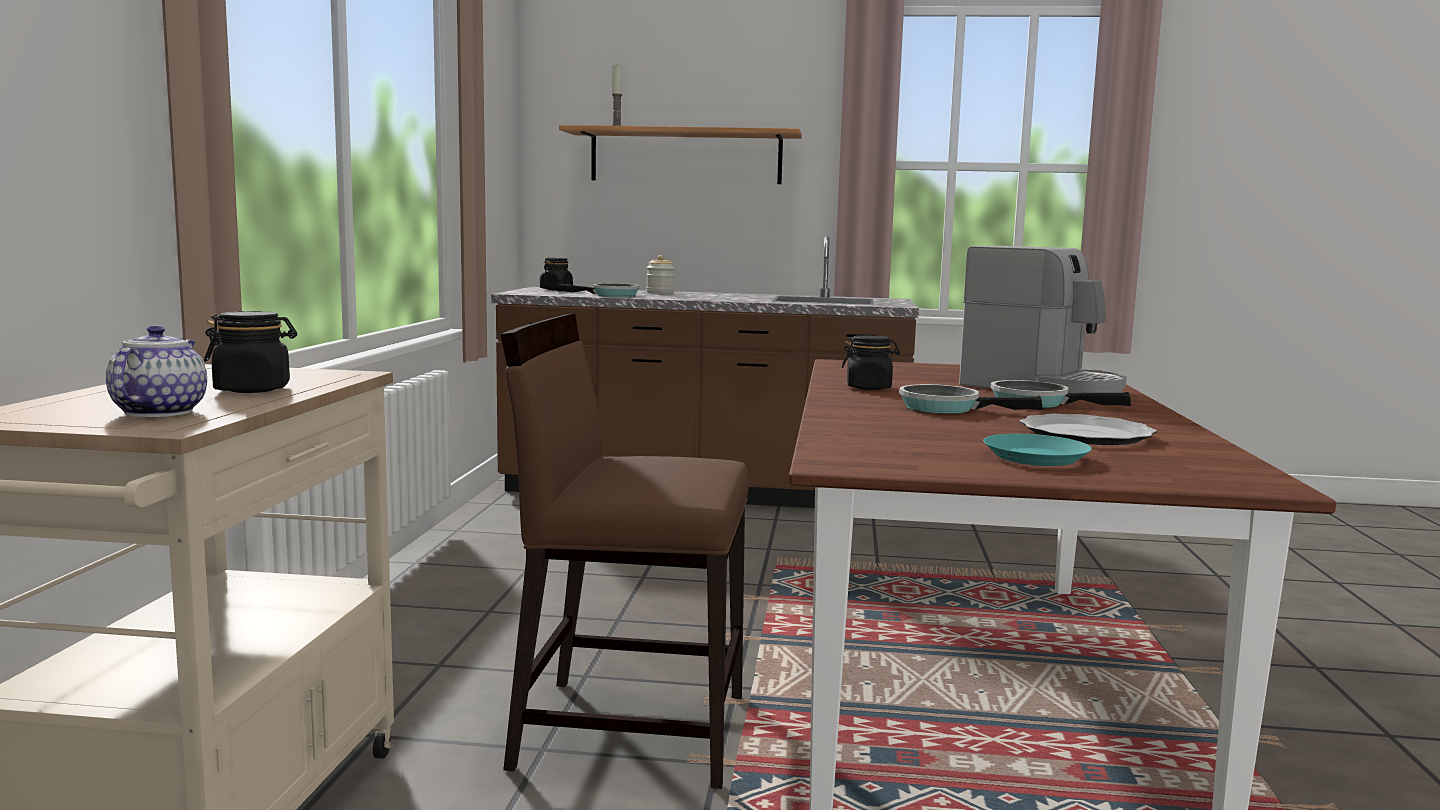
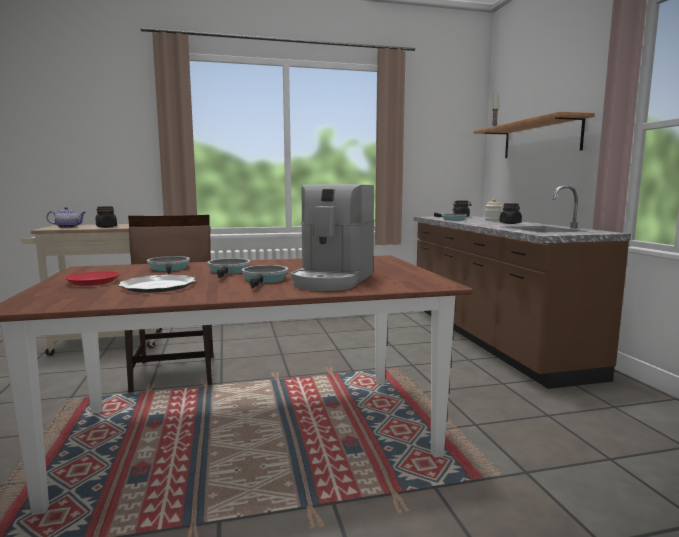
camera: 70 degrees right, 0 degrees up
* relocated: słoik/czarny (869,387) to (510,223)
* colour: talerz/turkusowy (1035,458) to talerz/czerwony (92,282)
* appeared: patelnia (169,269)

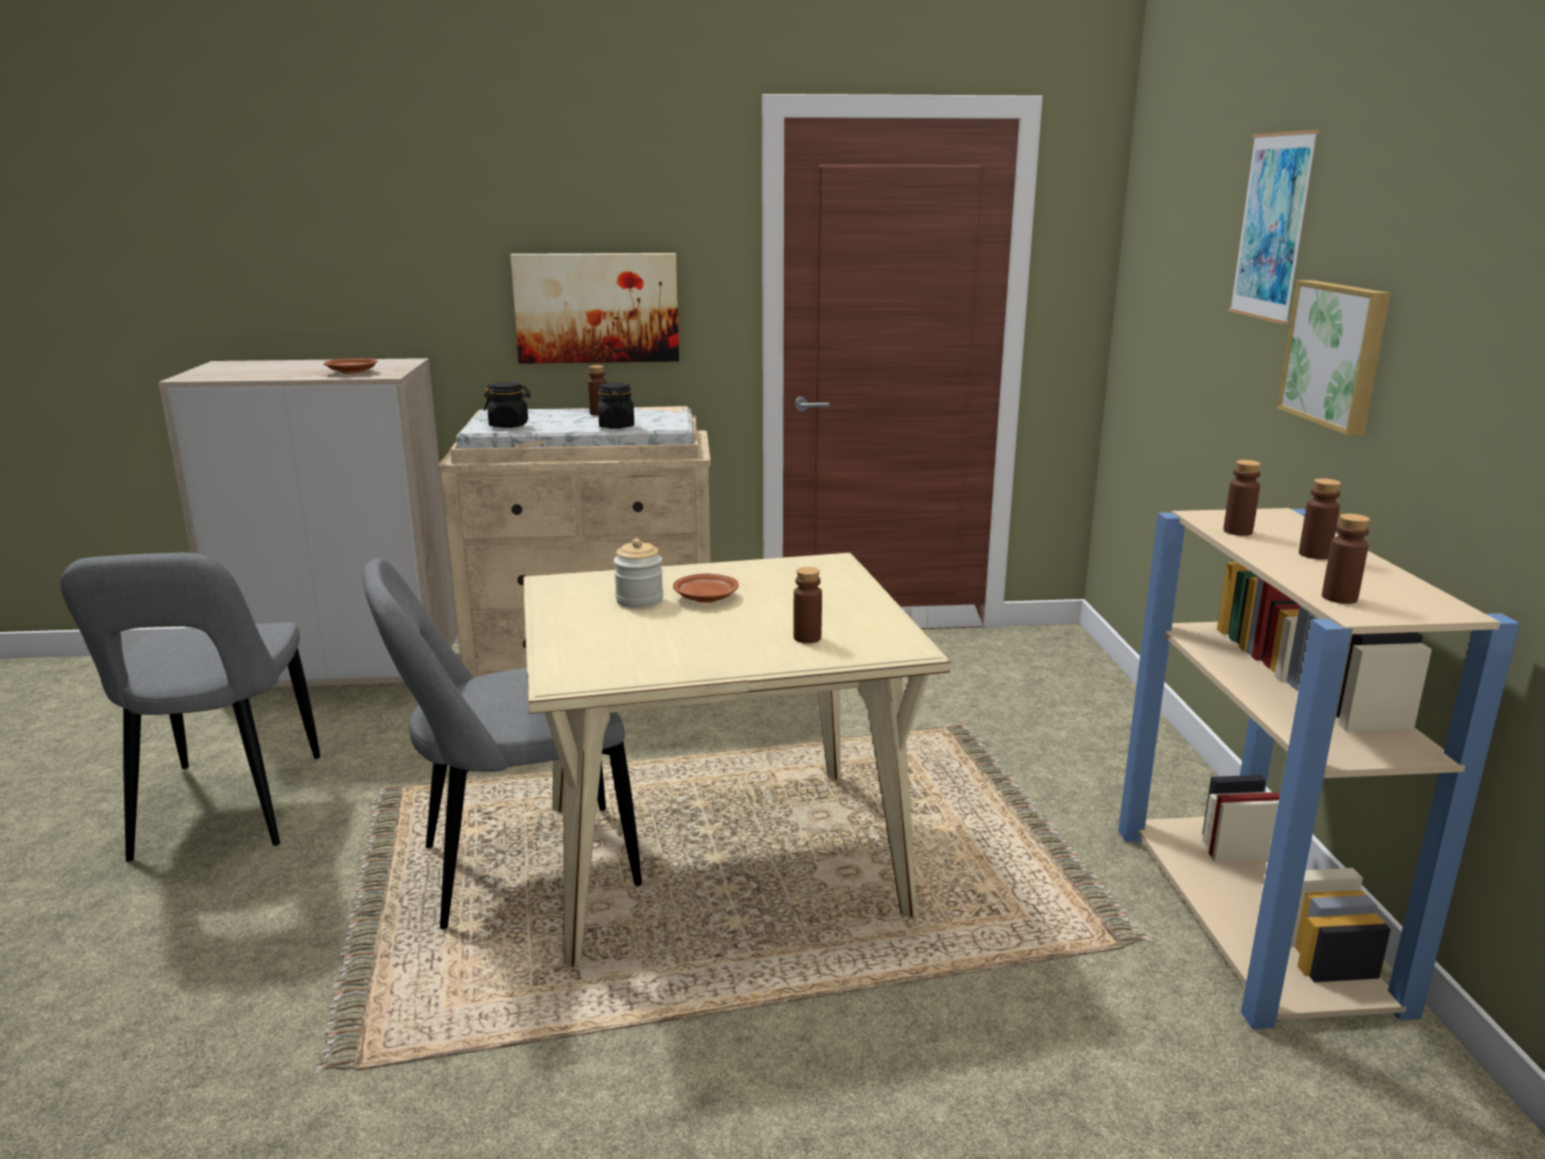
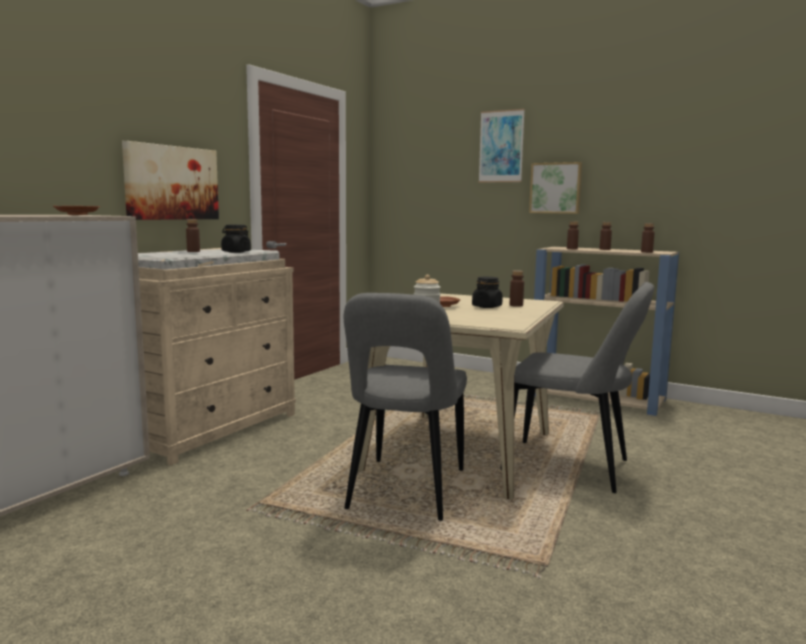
camera: 55 degrees left, 10 degrees down
* relocated: krzesło/szary (226,811) to (572,467)
* relocated: słoik/czarny (509,425) to (487,306)

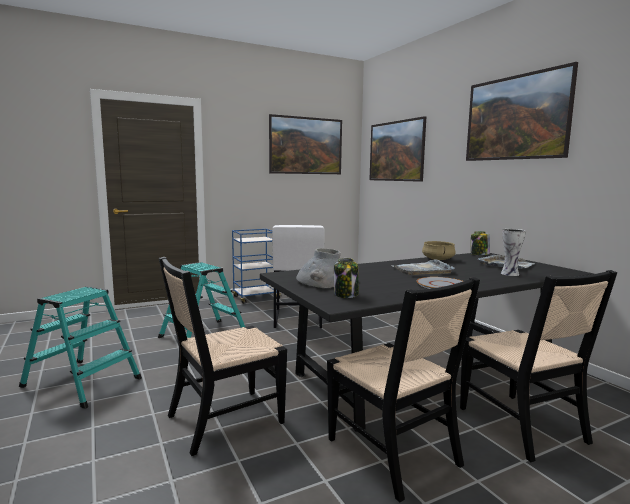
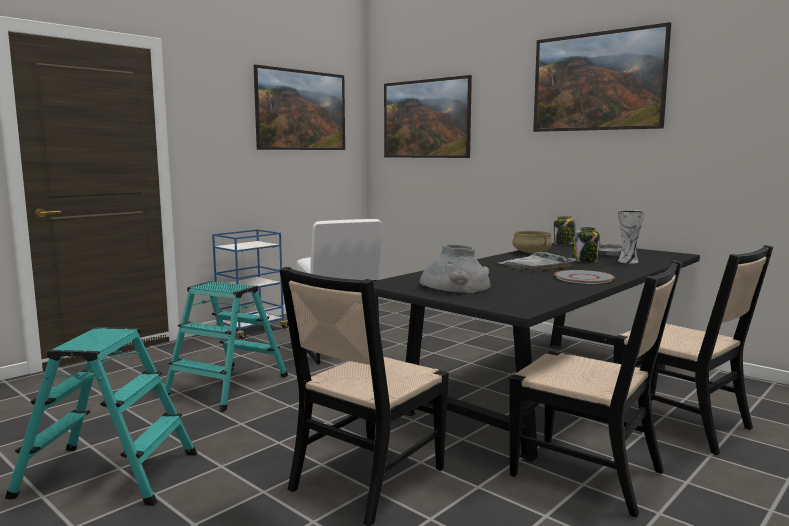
camera: 20 degrees left, 0 degrees up
* relocated: słoik (346,294) to (586,260)

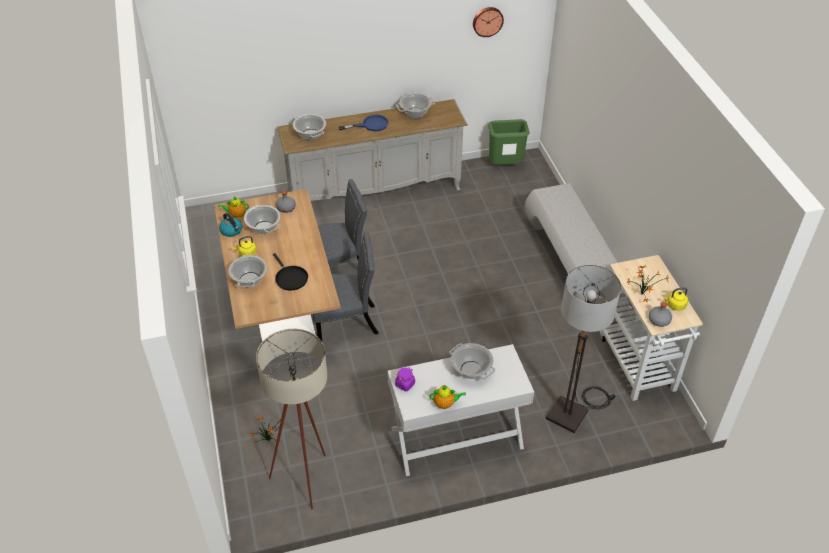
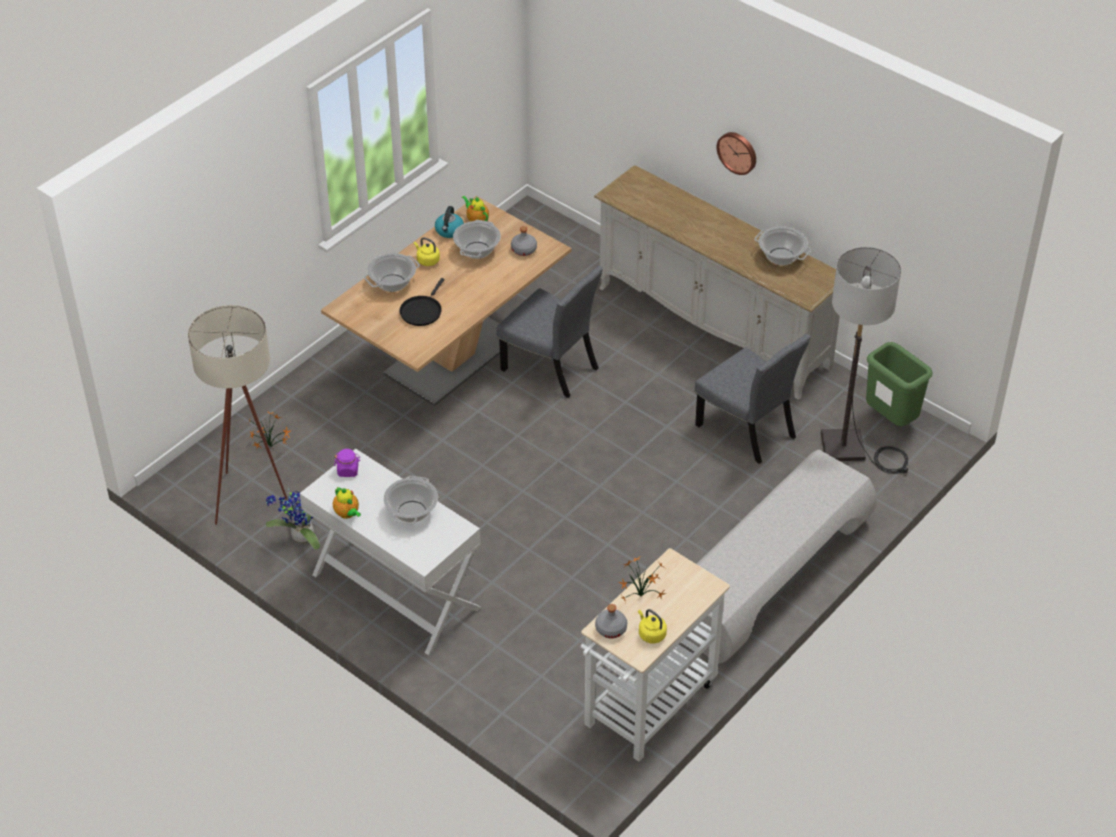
camera: 55 degrees right, 0 degrees up
* missing: garnek (310,134)
* relocated: krzesło/szary (345,323) to (746,428)
* missing: patelnia/niebieski (370,125)
* relocated: zegar ścienny (487,21) to (738,152)
* relocated: lampa stojąca (575,410) to (857,451)
* appeared: roślina doniczkowa (300,538)

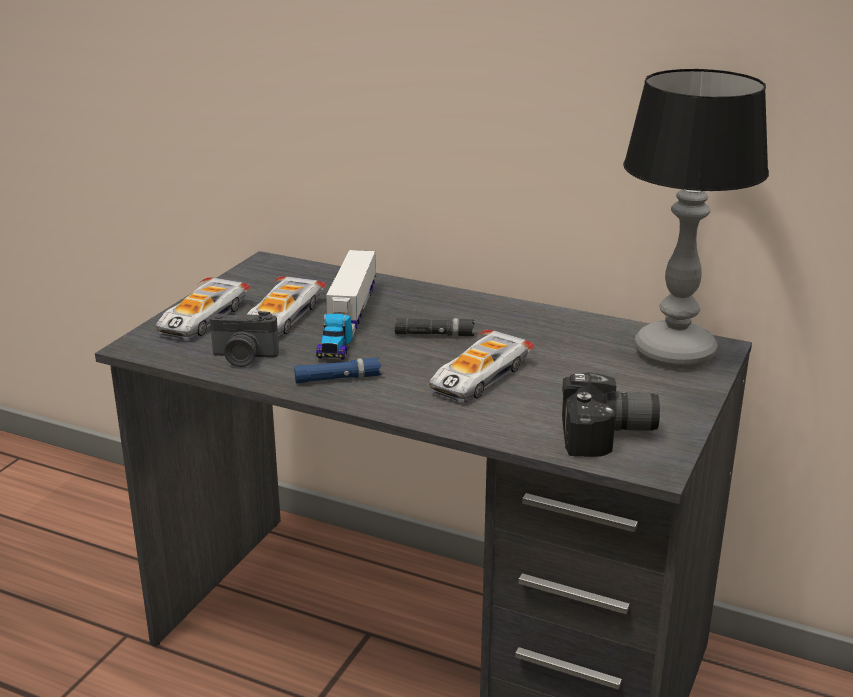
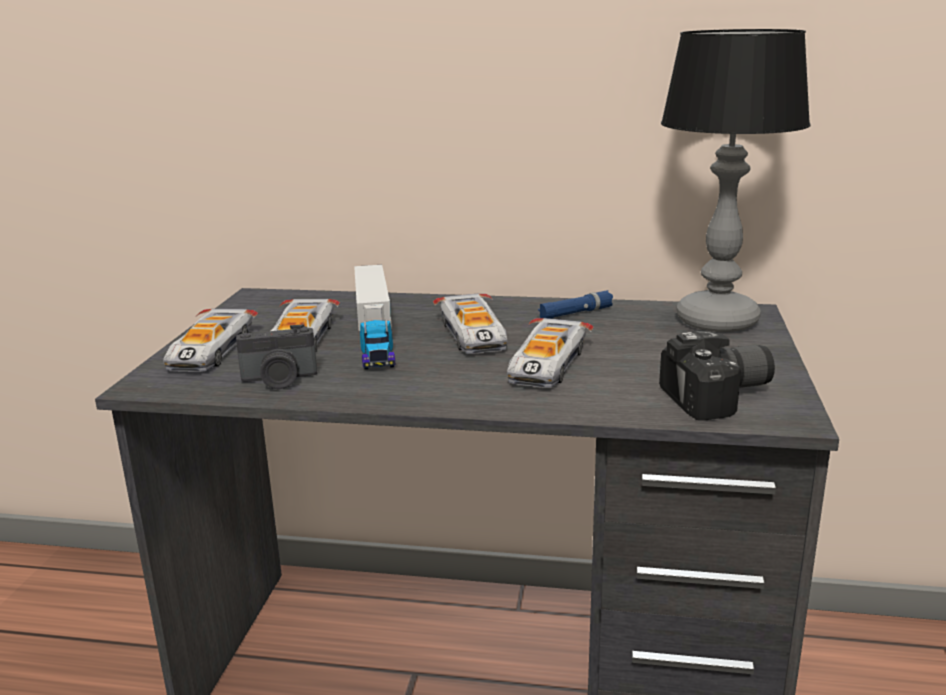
camera: 15 degrees left, 5 degrees down
* relocated: latarka/niebieski (338,378) to (575,313)
* exchanged: latarka/czarny (434,334) to samochodzik (473,334)

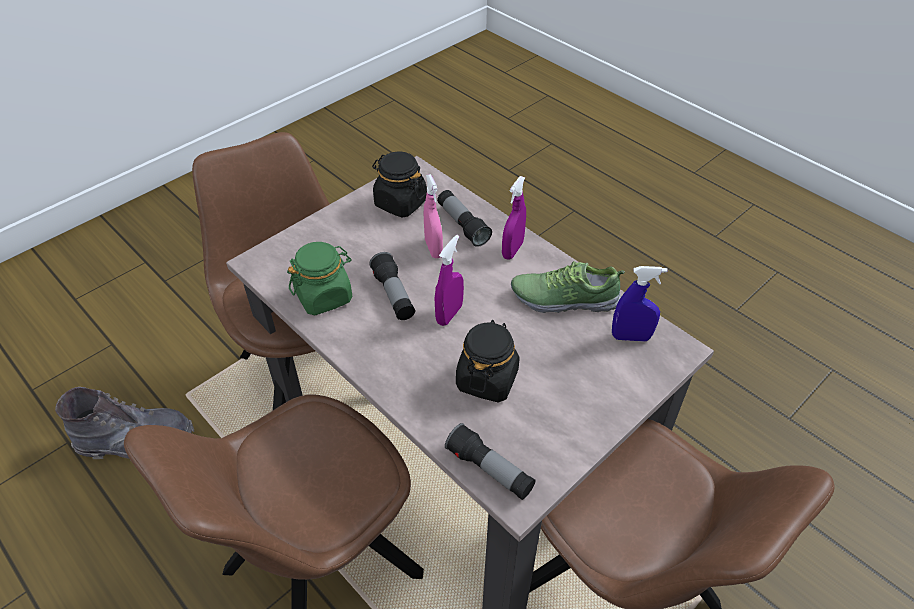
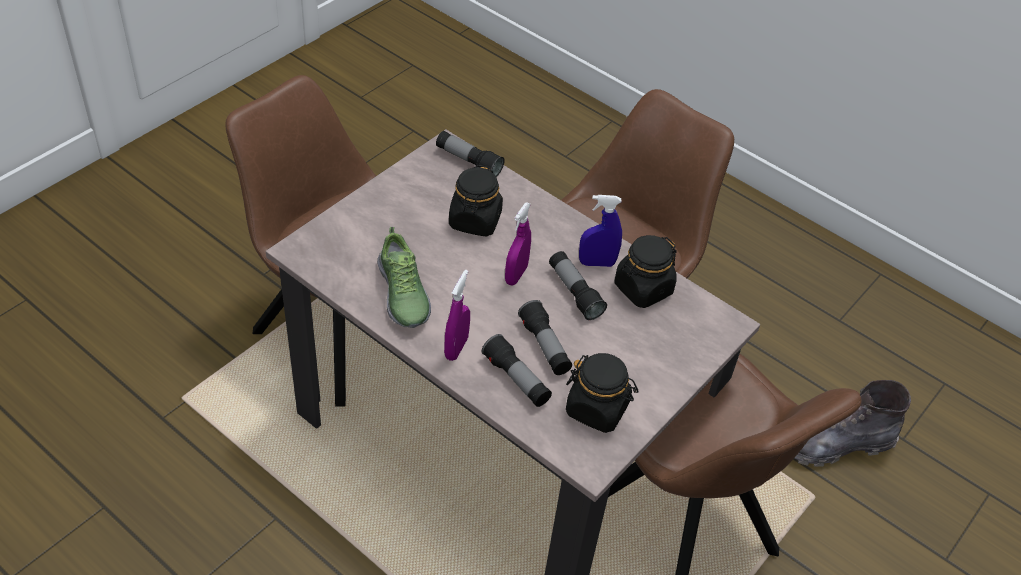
camera: 170 degrees right, 0 degrees up
* colour: słoik/zielony (324,296) to słoik/czarny (643,289)
* exchanged: spryskiwacz/różowy (433,249) to latarka (544,346)
* spun: but (564,298) = (402,295) 75 degrees clockwise
* relocated: spryskiwacz/niebieski (631,337) to (596,263)

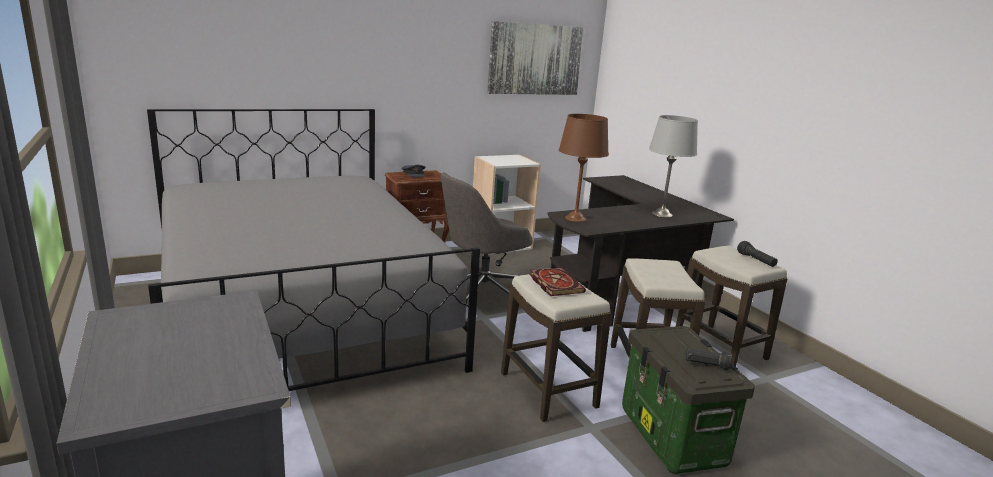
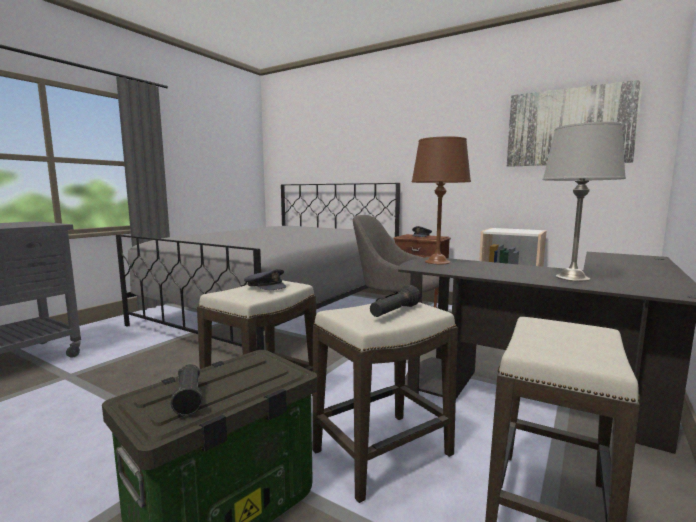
camera: 60 degrees right, 10 degrees down
* exchanged: książka (554,283) to czapka z daszkiem/szary (266,286)
* relocated: latarka/czarny (756,261) to (394,312)

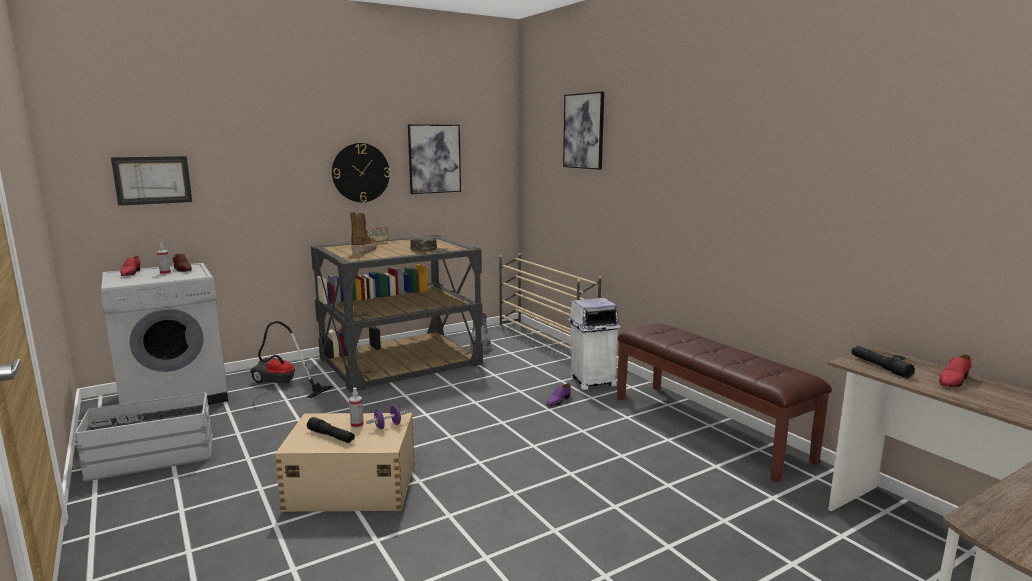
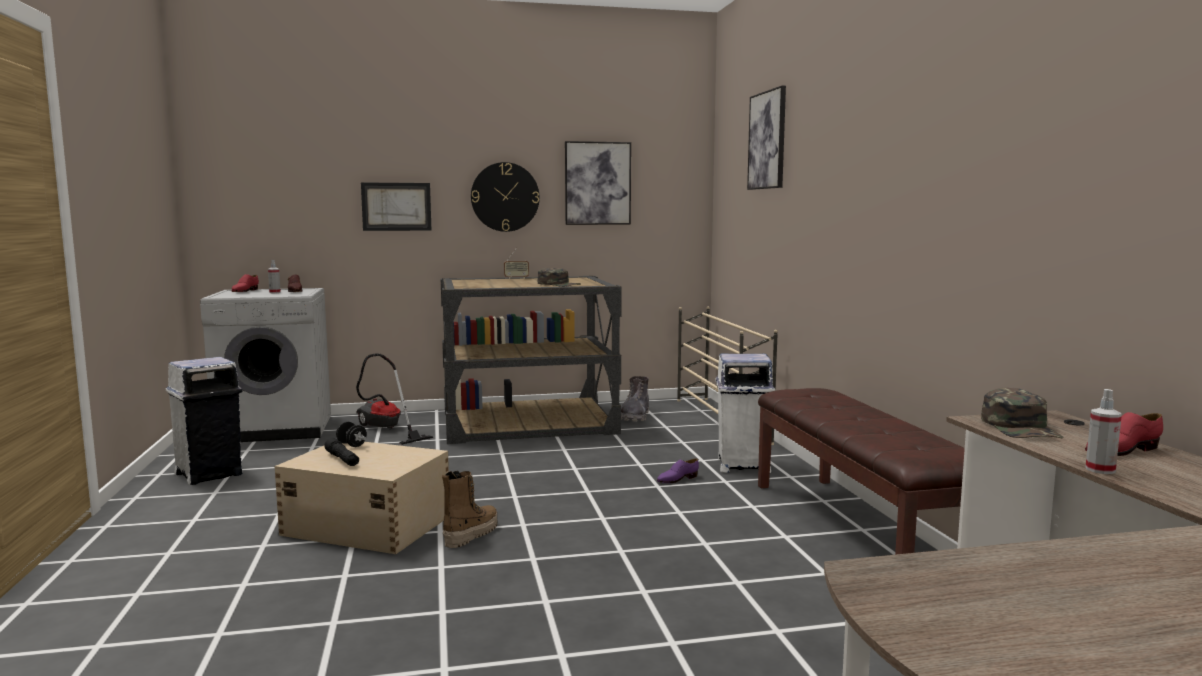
camera: 20 degrees right, 5 degrees down
* exchanged: pojemnik do przechowywania/szary (151,456) to kosz na śmieci/biały (210,474)
* relocated: obraz (152,180) to (396,206)
* relocated: spryskiwacz (357,425) to (1100,470)
* relocated: but z cholewką (364,250) to (470,534)
* missing: hantel/fioletowy (387,426)
* exchanged: latarka/czarny (880,367) to czapka z daszkiem/zielony (1021,428)
* appeared: hantel/czarny (352,445)

